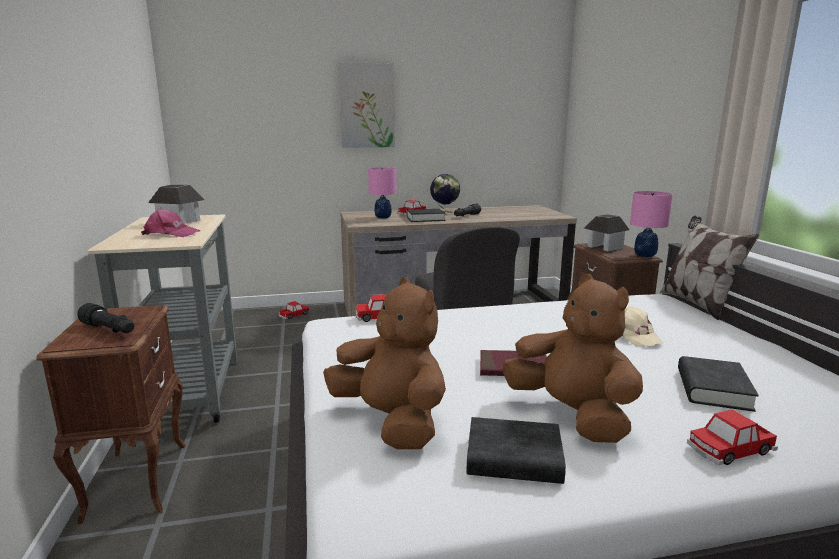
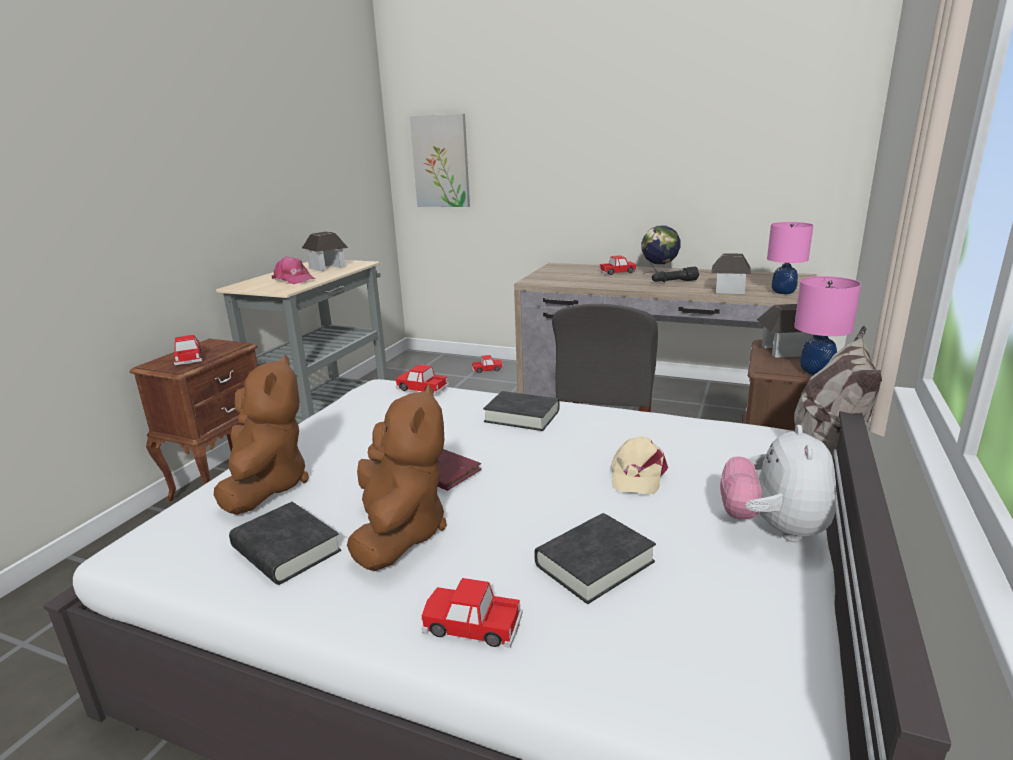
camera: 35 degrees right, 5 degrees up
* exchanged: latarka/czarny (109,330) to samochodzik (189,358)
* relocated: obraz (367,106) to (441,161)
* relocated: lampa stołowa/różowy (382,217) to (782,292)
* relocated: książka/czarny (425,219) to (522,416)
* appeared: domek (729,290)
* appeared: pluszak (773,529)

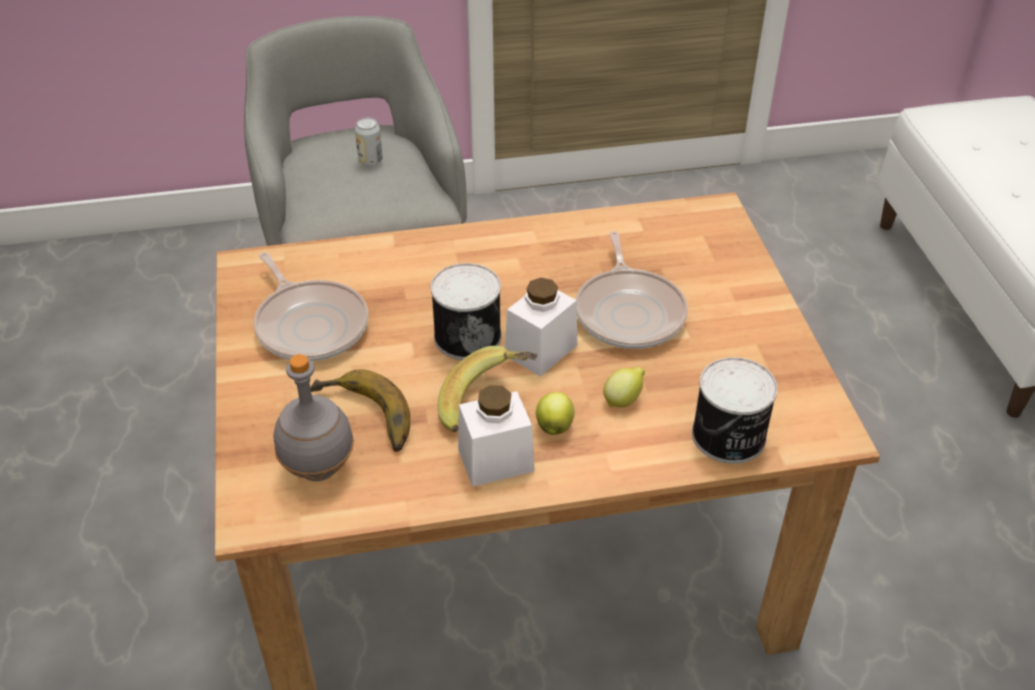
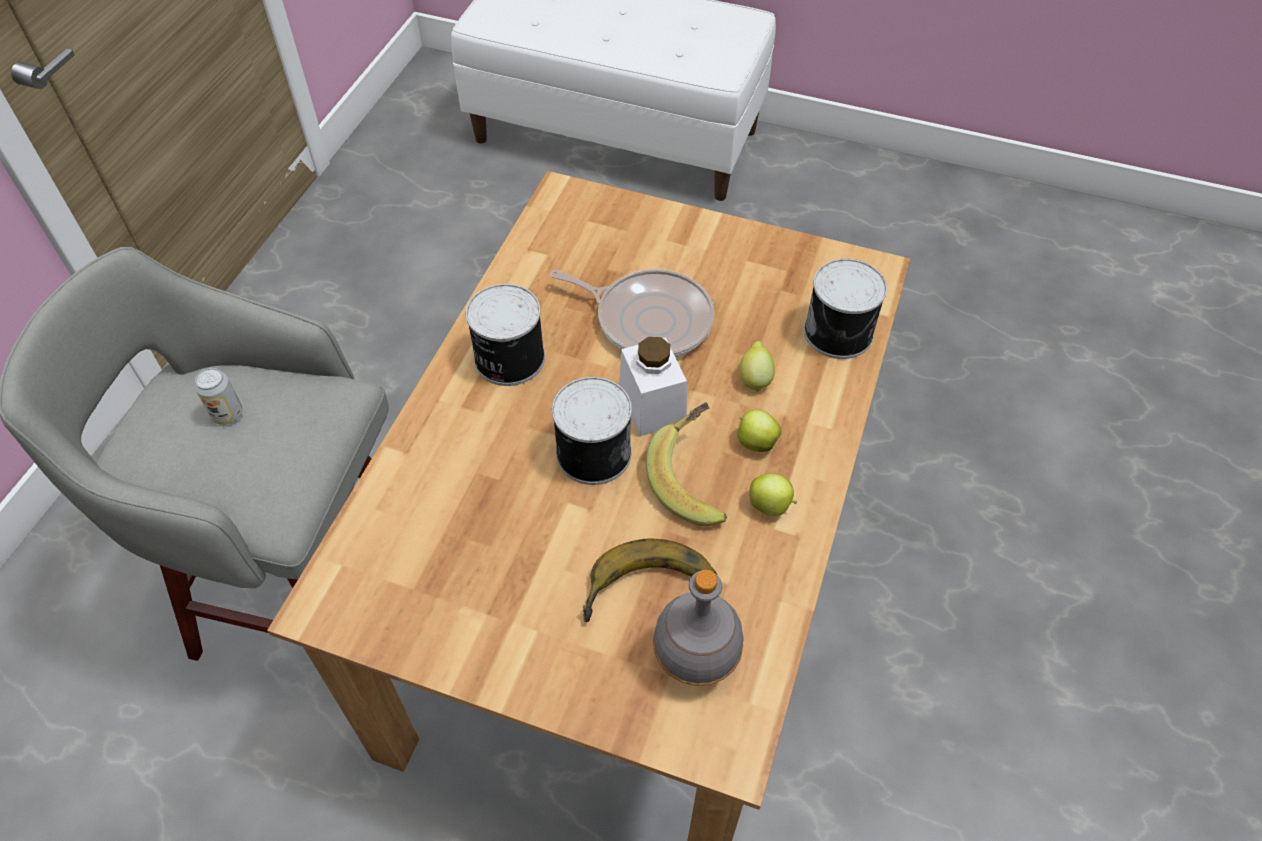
camera: 60 degrees left, 10 degrees up
* missing: patelnia (310,324)
* exchanged: słoik/biały (496,460) to jabłko (771,505)
* appeared: puszka (508,359)

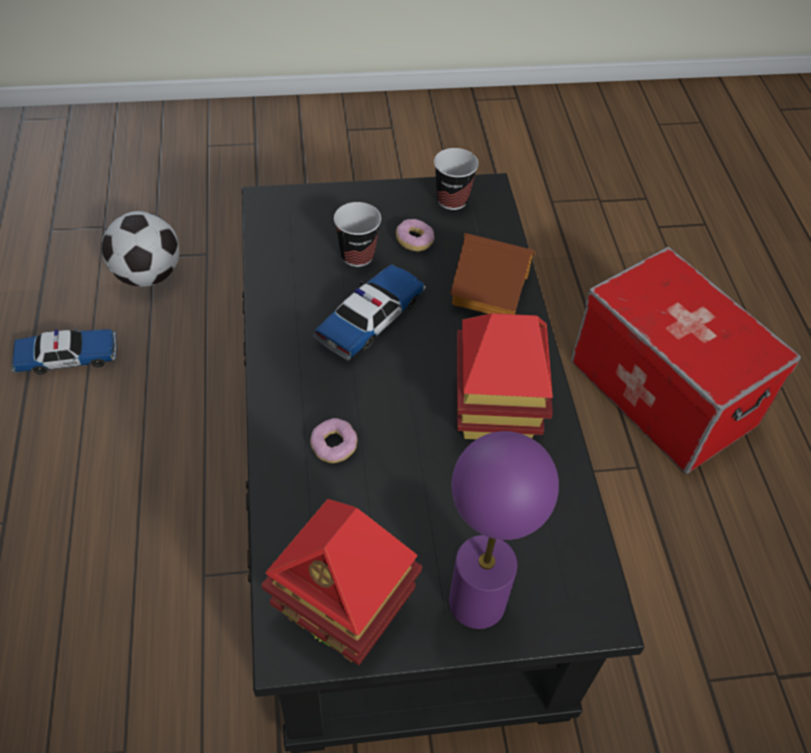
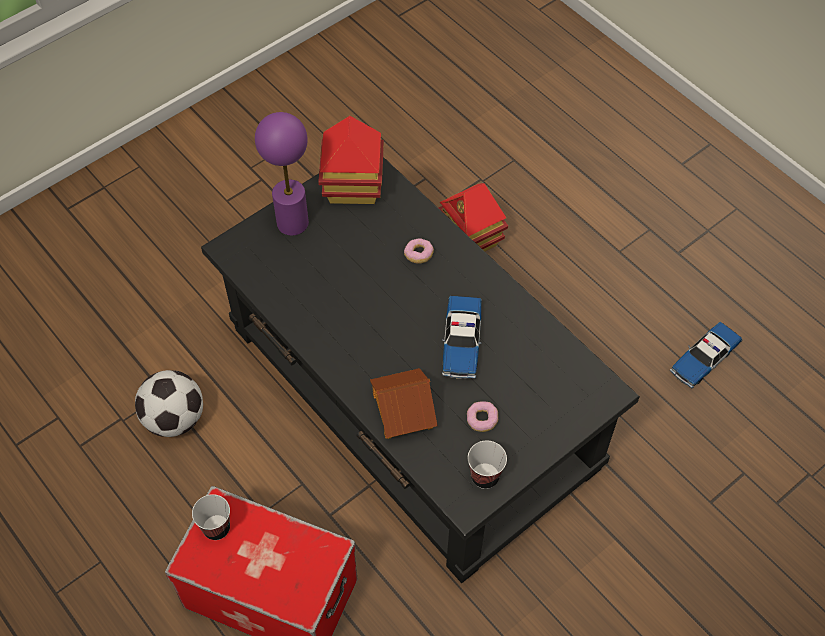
camera: 150 degrees right, 5 degrees up
* relocated: piłka futbolowa (148,275) to (174,419)
* relocated: filiżanka (357,255) to (216,528)
* relocated: domek (495,411) to (471,239)

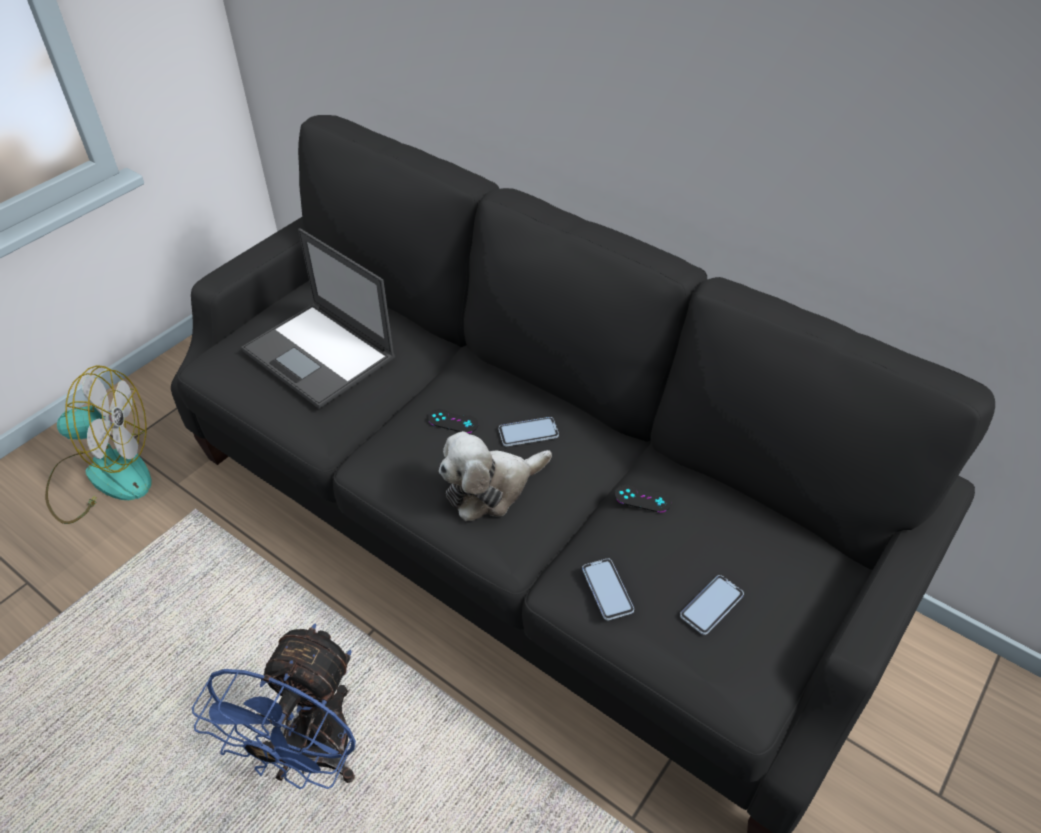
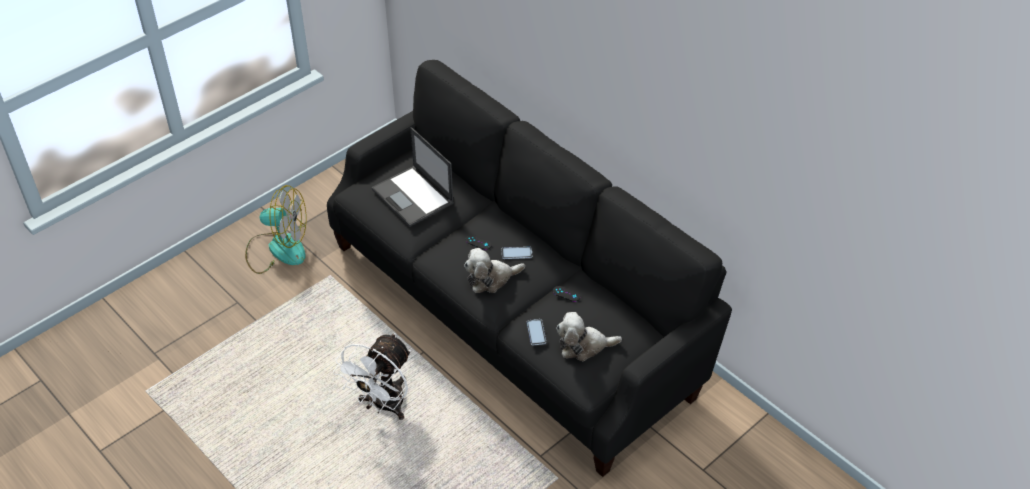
camera: 10 degrees right, 0 degrees up
* colour: wentylator/niebieski (311,757) to wentylator/biały (383,406)
* exchanged: telefon (711,605) to pluszak (584,346)

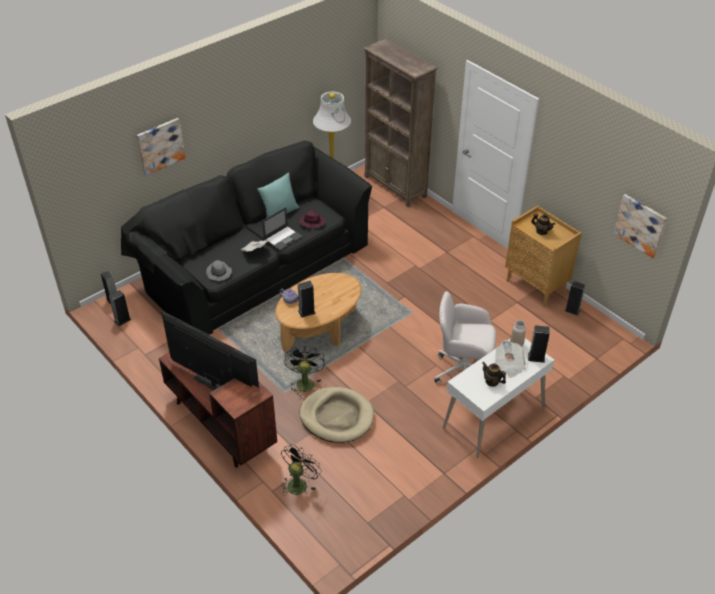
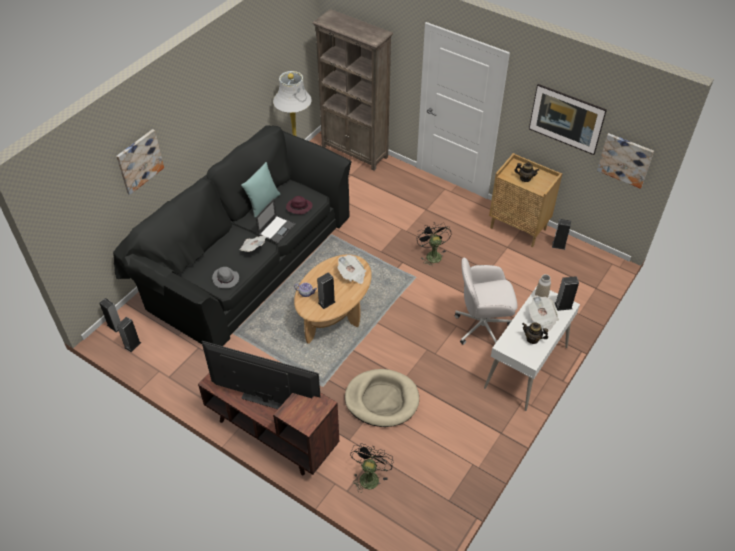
camera: 15 degrees left, 5 degrees up
* relocated: wentylator/czarny (304,382) to (432,254)
* appeared: gazeta (352,275)
* appeared: obraz (564,130)

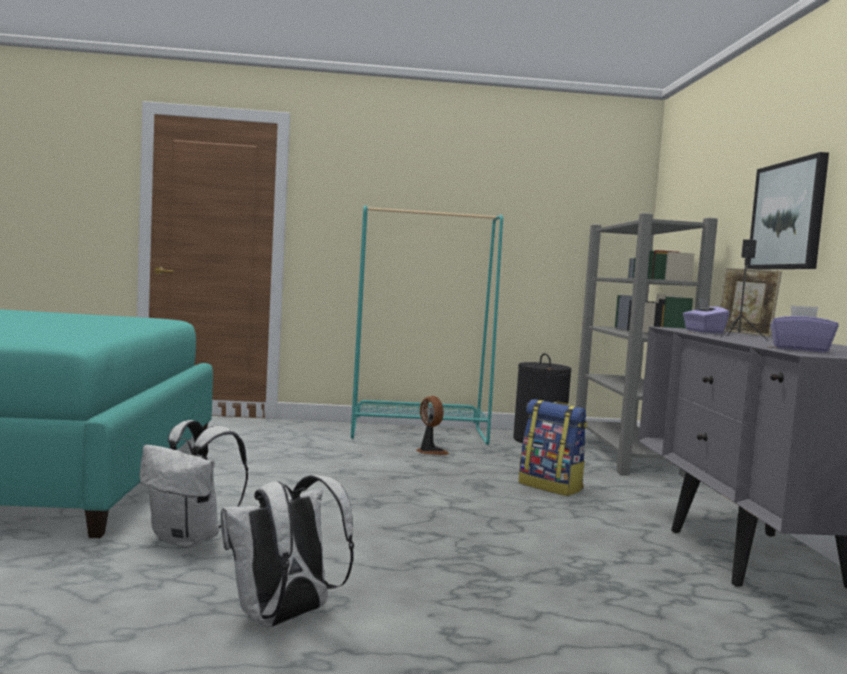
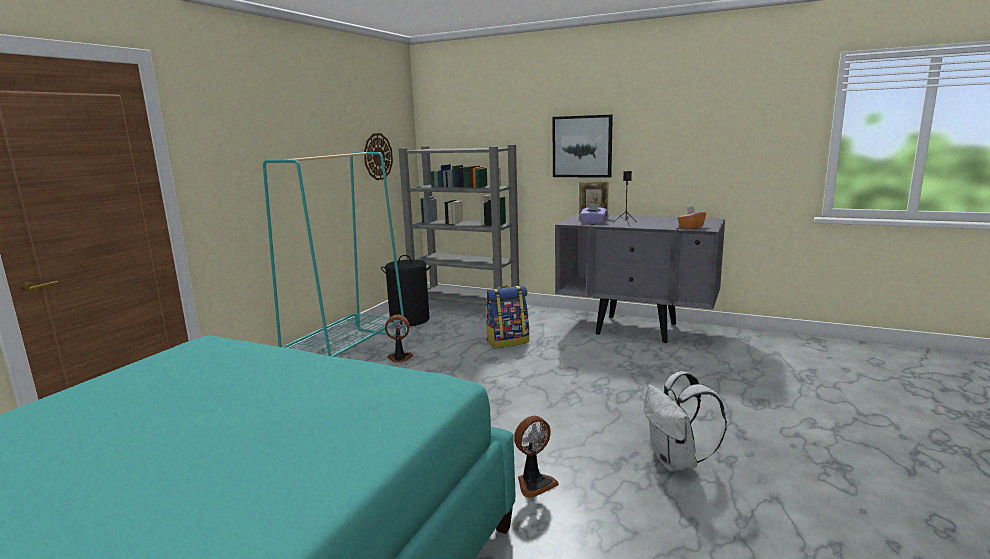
camera: 60 degrees left, 10 degrees up
* exchanged: plecak/biały (189,539) to wentylator (534,483)
* colour: pudełko chusteczek/fioletowy (800,349) to pudełko chusteczek/pomarańczowy (691,227)
* appeared: zegar ścienny (378,156)

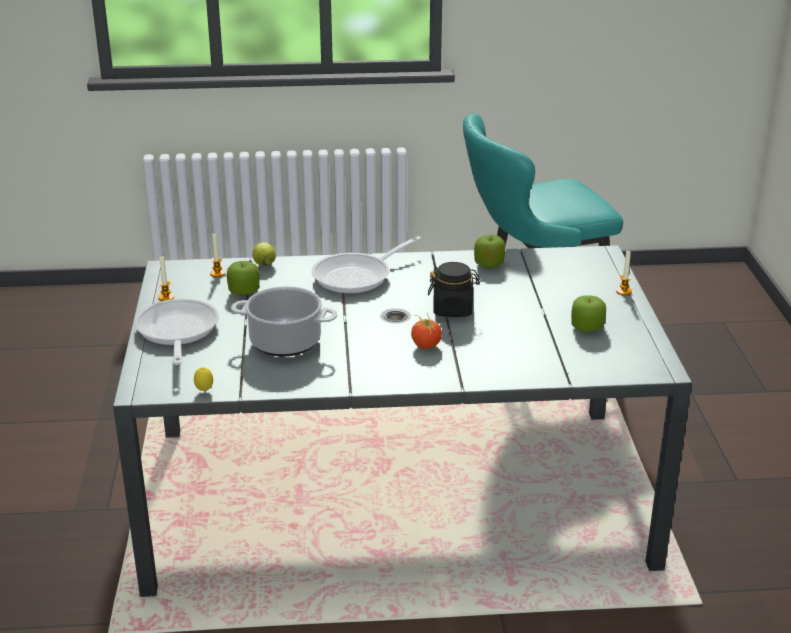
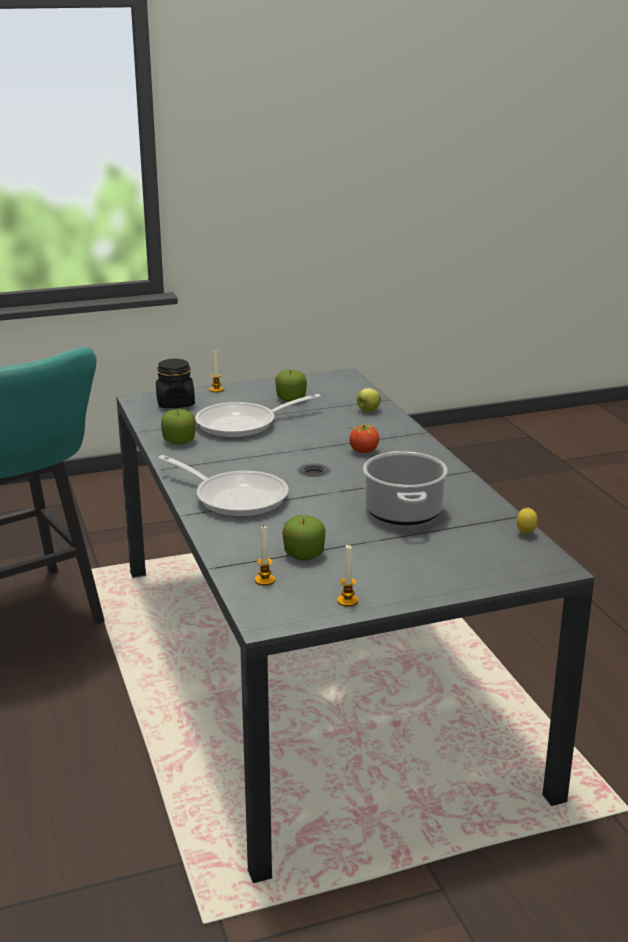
camera: 105 degrees left, 5 degrees down
* relocated: patelnia (176,332) to (243,424)
* relocated: jabłko (264,264) to (368,410)
* relocated: słoik/czarny (453,309) to (175,403)

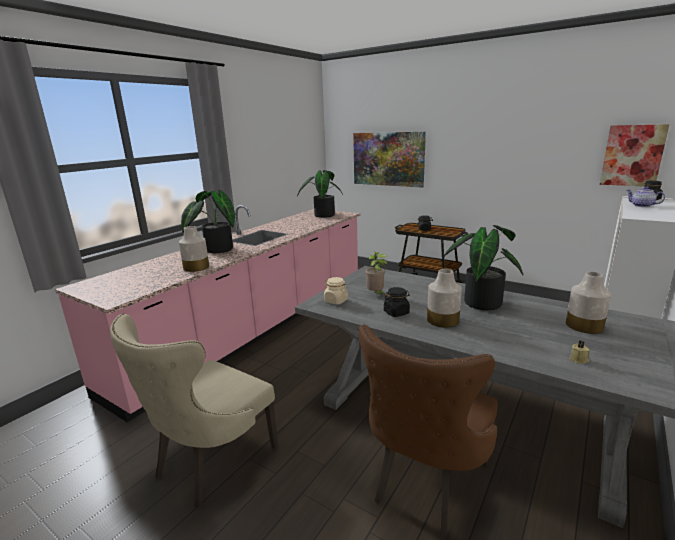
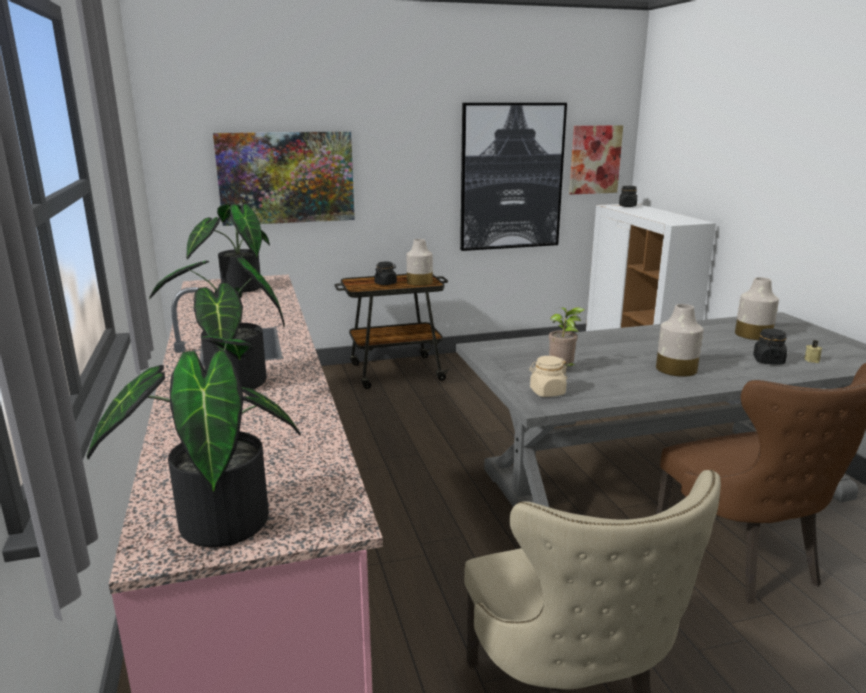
camera: 50 degrees left, 0 degrees up
* relocated: wazon/beżowy (196,267) to (420,282)
* relocated: słoik/czarny (396,312) to (768,361)
* relocated: roślina doniczkowa (479,301) to (215,520)
* missing: imbryk (642,206)
* appeared: obraz (511,177)

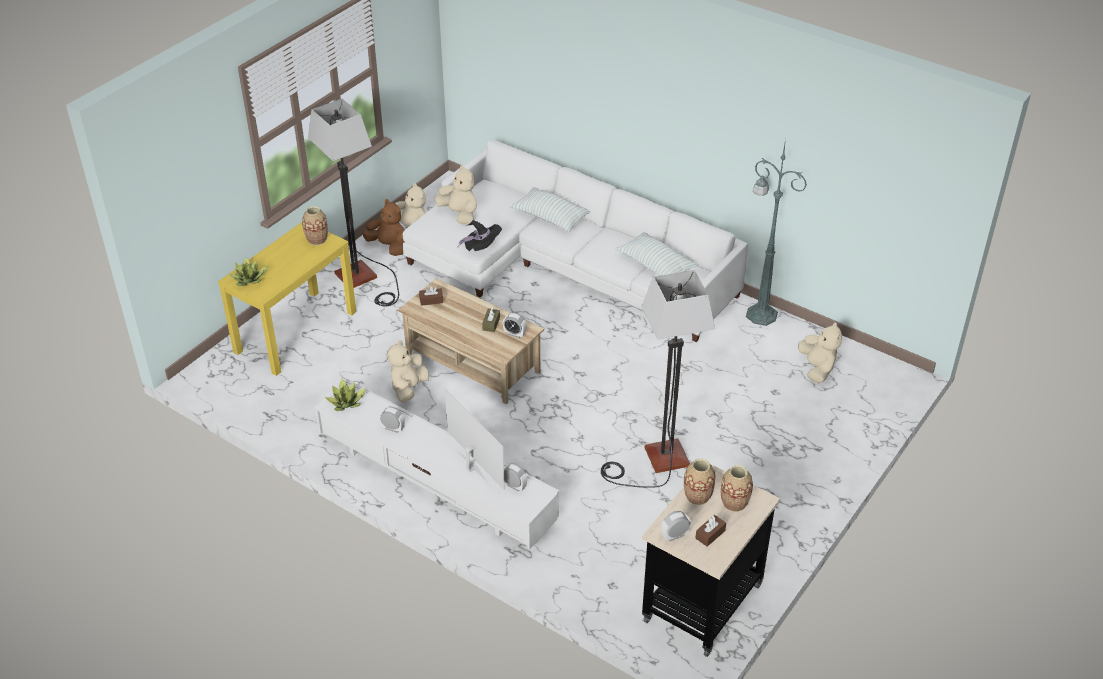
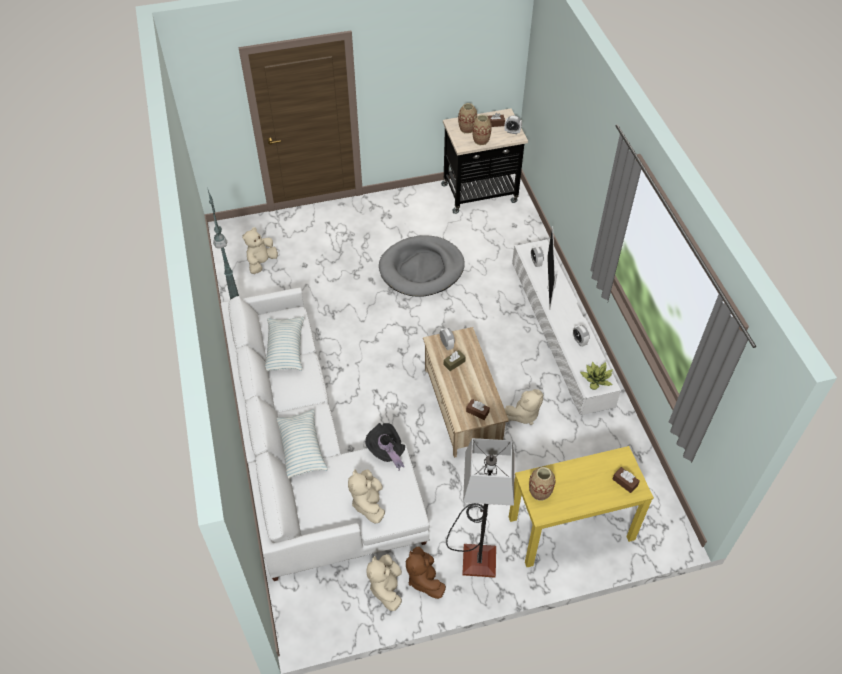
camera: 140 degrees left, 10 degrees up
* exchanged: roślina doniczkowa (249,279) to pudełko chusteczek/brązowy (625,482)
* exchanged: lampa stojąca (655,462) to legowisko/szary (421,269)

